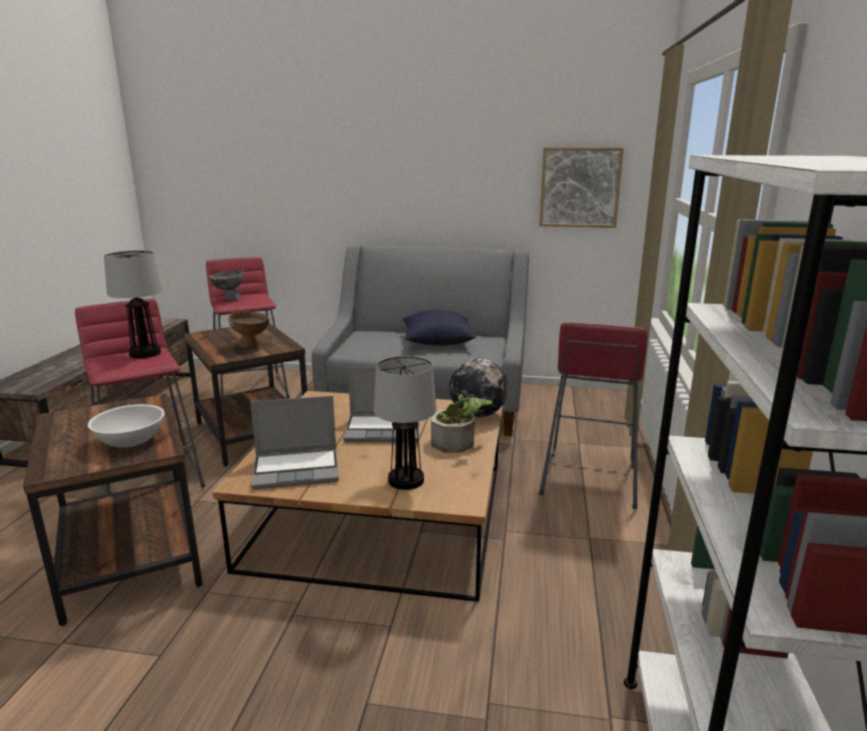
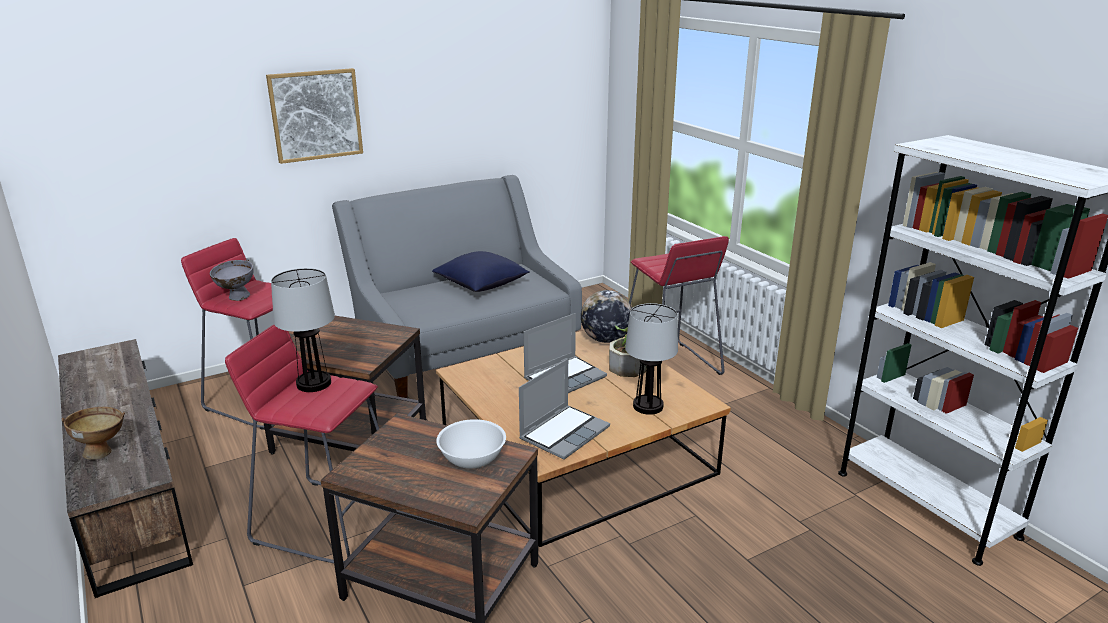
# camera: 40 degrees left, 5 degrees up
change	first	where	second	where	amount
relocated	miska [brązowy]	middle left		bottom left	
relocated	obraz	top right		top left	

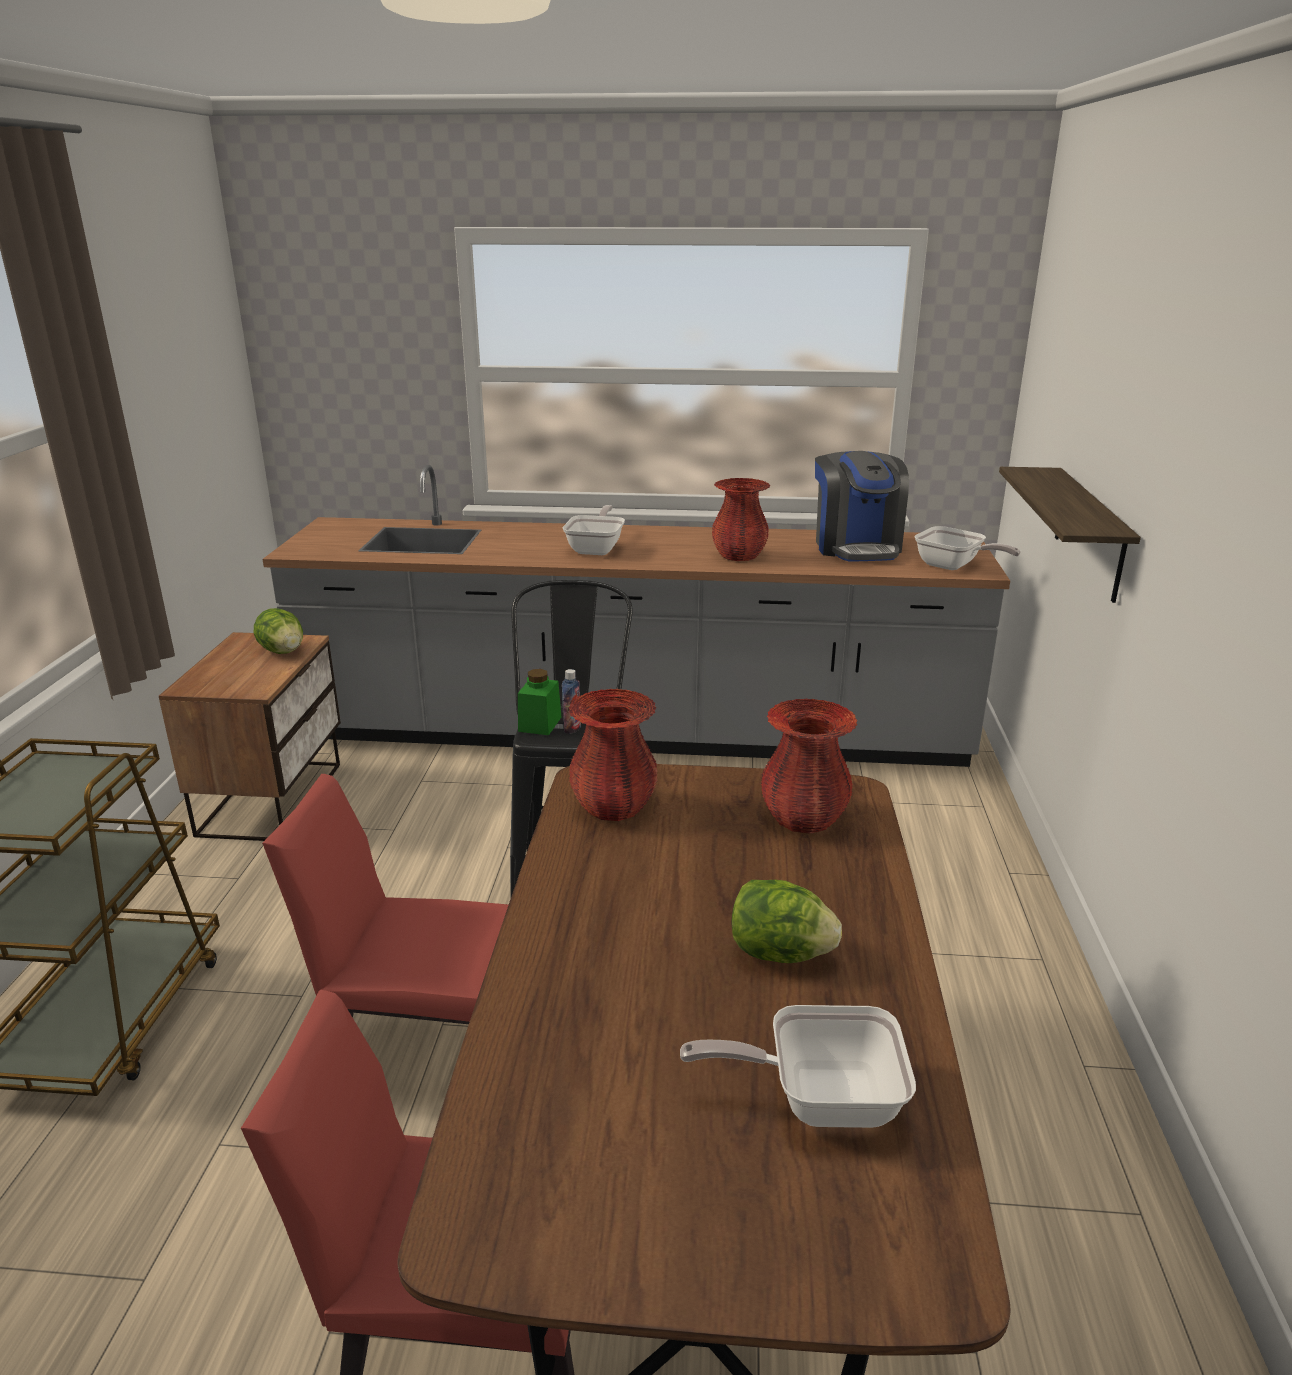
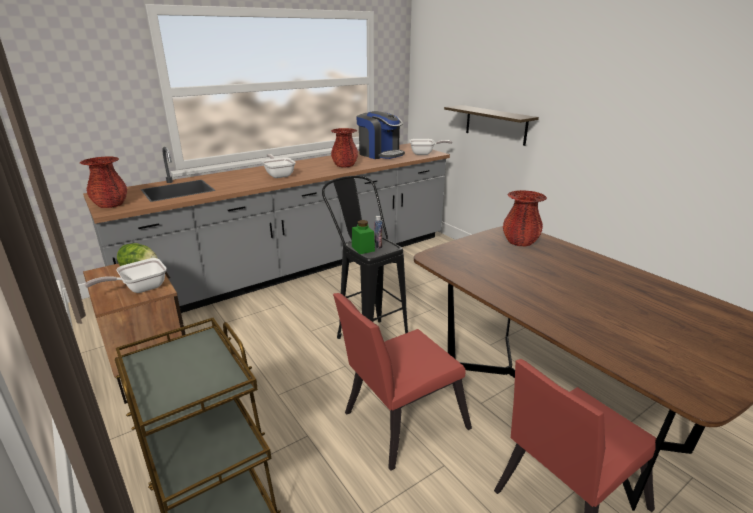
# camera: 40 degrees left, 0 degrees up
change	first	where	second	where	amount
missing	sałata (no. 2 from left)	bottom centre			
relocated	wazon [czerwony] (no. 1 from left)	centre		middle left	
relocated	patelnia (no. 2 from left in the first image)	bottom centre	patelnia (no. 1 from left)	middle left	

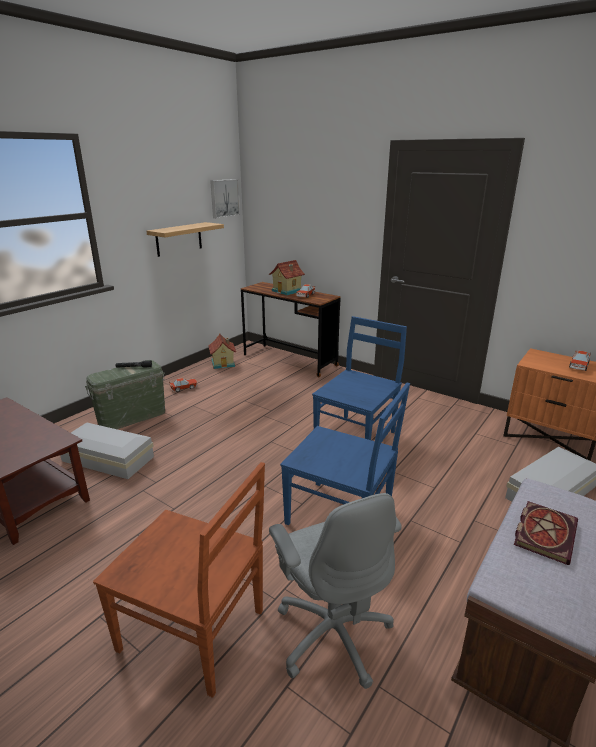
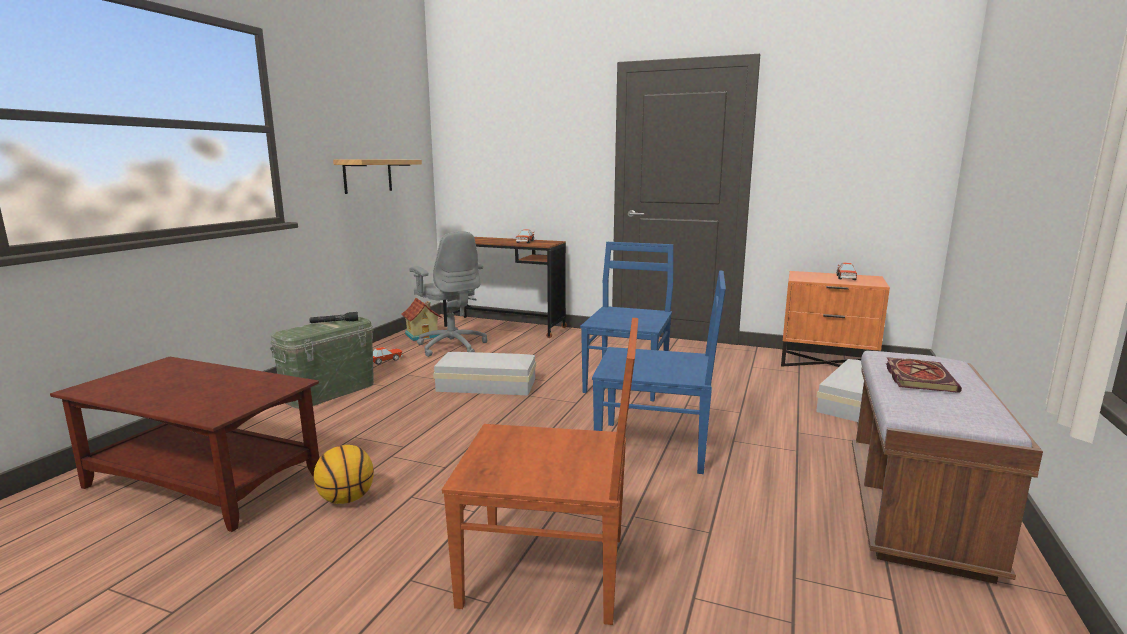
# camera: 15 degrees left, 10 degrees down
change	first	where	second	where	amount
missing	obraz	top centre			
missing	domek (no. 2 from left)	centre			
appeared			piłka do koszykówki	bottom left	
relocated	pojemnik do przechowywania [biały] (no. 1 from left)	middle left		centre	
relocated	krzesło biurowe [szary]	bottom centre		centre	

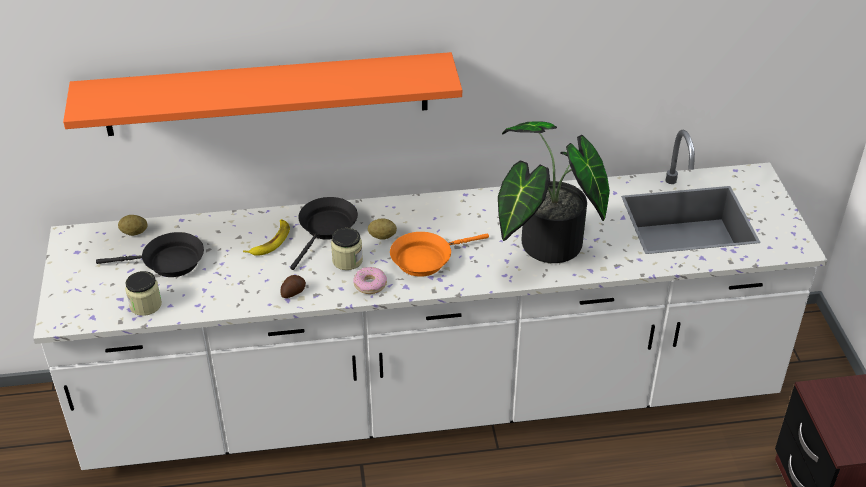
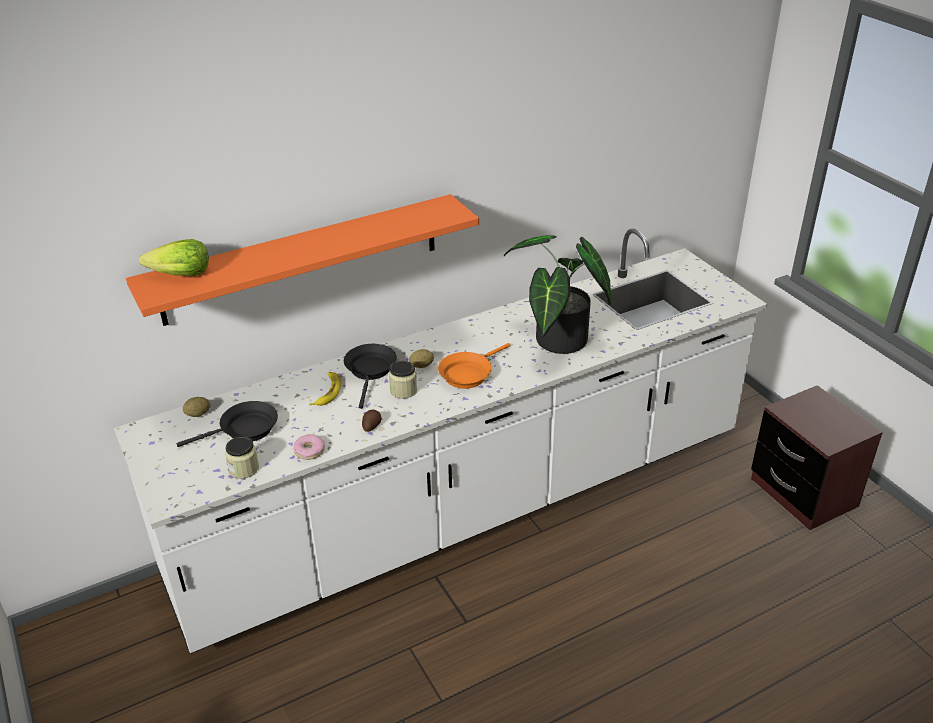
# camera: 20 degrees left, 5 degrees down
change	first	where	second	where	amount
appeared			sałata	middle left	
relocated	donut	centre		middle left	

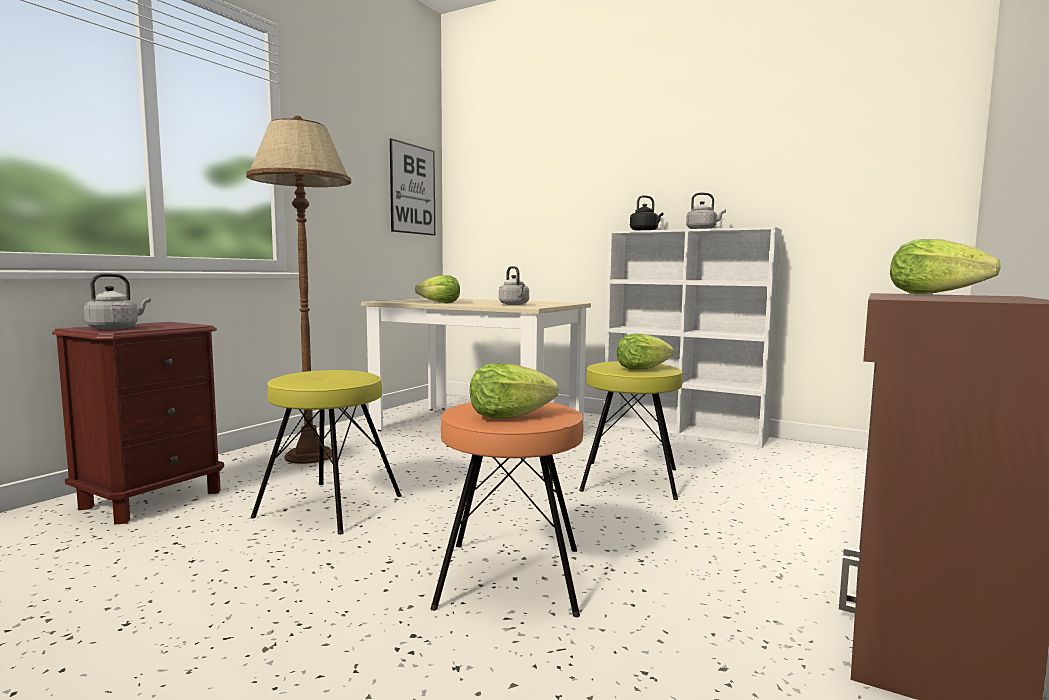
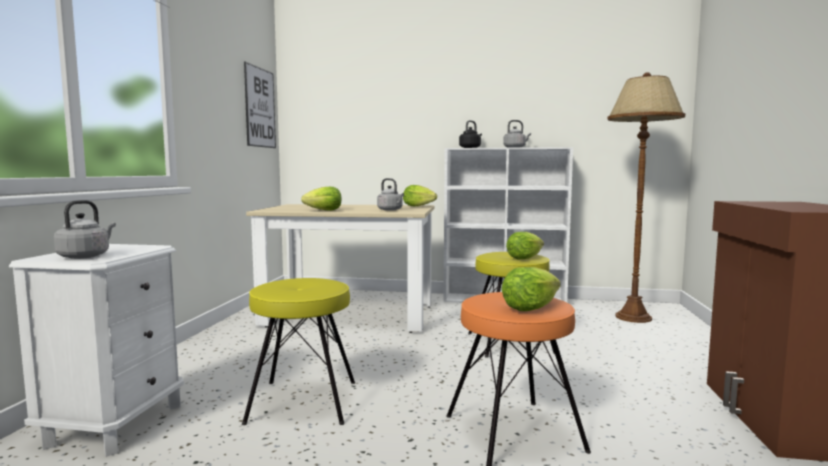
# camera: 20 degrees left, 0 degrees up
change	first	where	second	where	amount
relocated	lampa stojąca [brązowy]	middle left		middle right	
relocated	sałata (no. 4 from left in the first image)	middle right	sałata (no. 2 from left)	centre	
colour	szafka nocna [brązowy]	middle left	szafka nocna [biały]	bottom left	

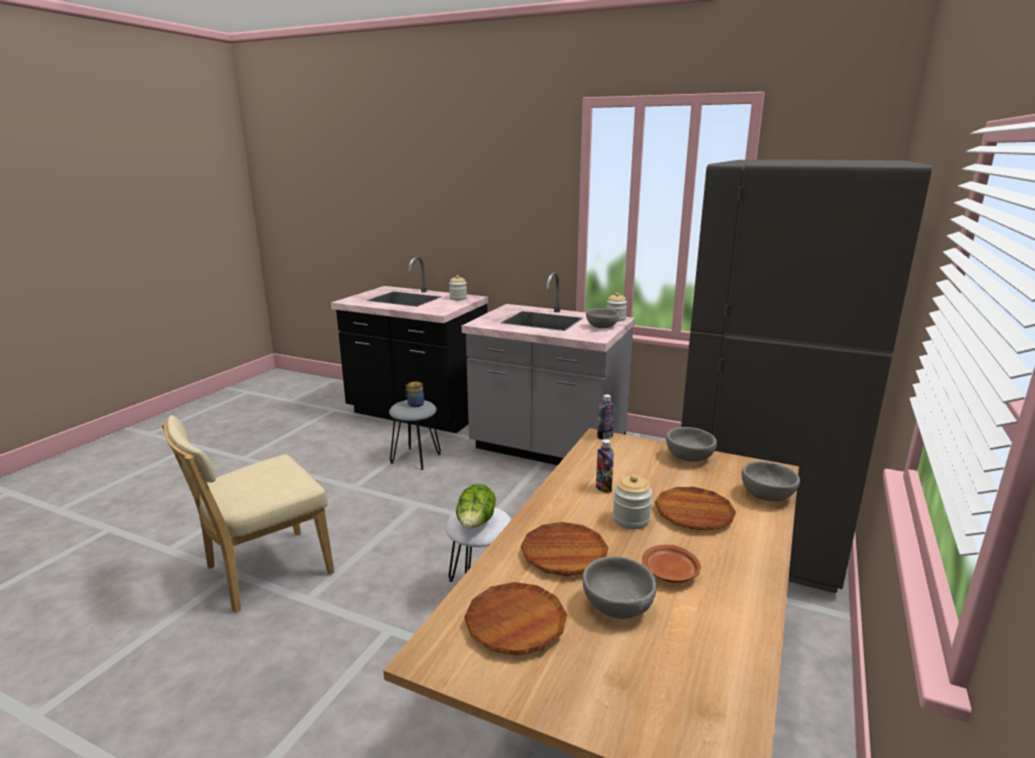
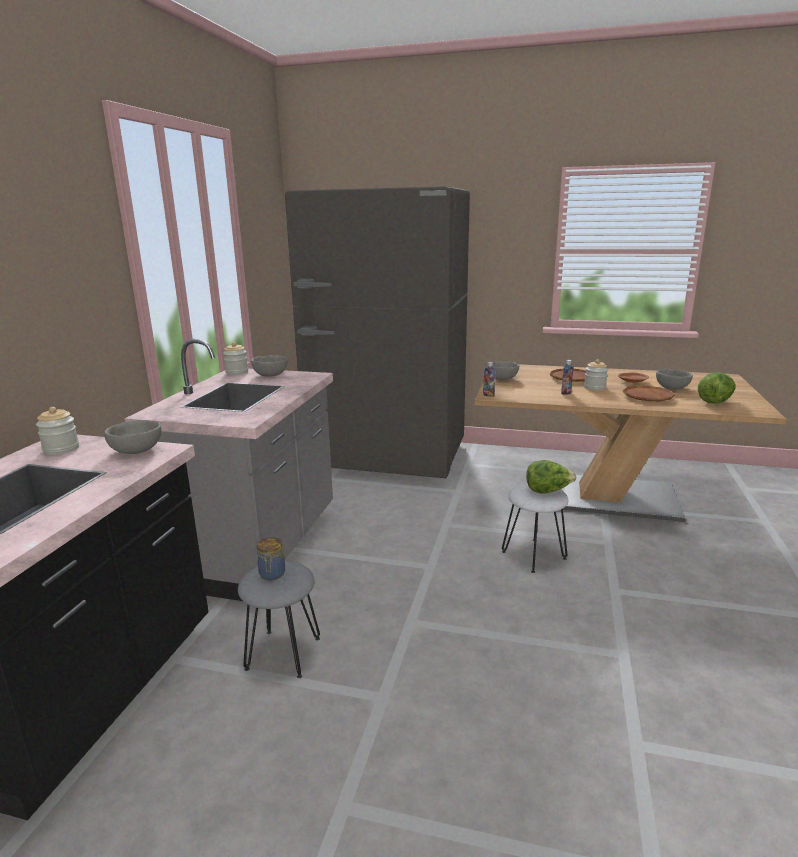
# camera: 100 degrees left, 0 degrees up
change	first	where	second	where	amount
missing	krzesło [beżowy]	bottom left			
relocated	miska [szary] (no. 4 from left in the first image)	middle right	miska [szary] (no. 1 from left)	middle left	
exchanged	talerz [brązowy] (no. 1 from left)	bottom centre	sałata (no. 2 from left)	middle right	

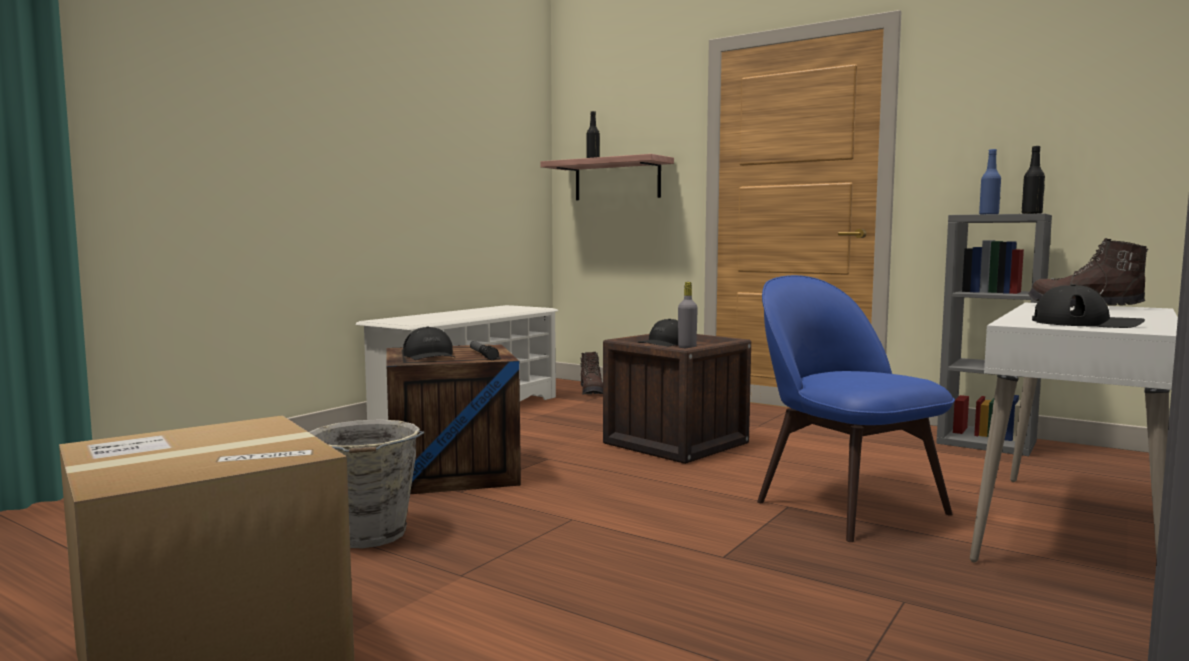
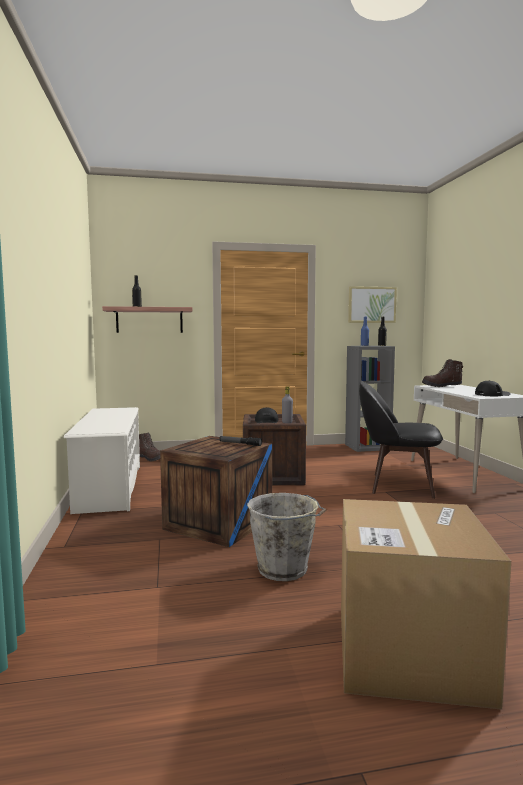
# camera: 45 degrees left, 0 degrees up
change	first	where	second	where	amount
missing	czapka z daszkiem [czarny] (no. 1 from left)	centre			
appeared			obraz	middle right	
colour	krzesło [niebieski]	middle right	krzesło [czarny]	middle right	

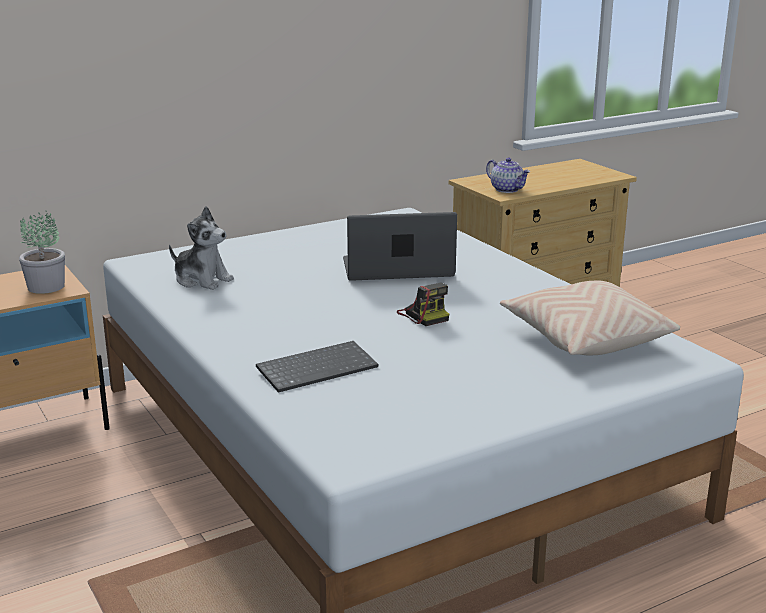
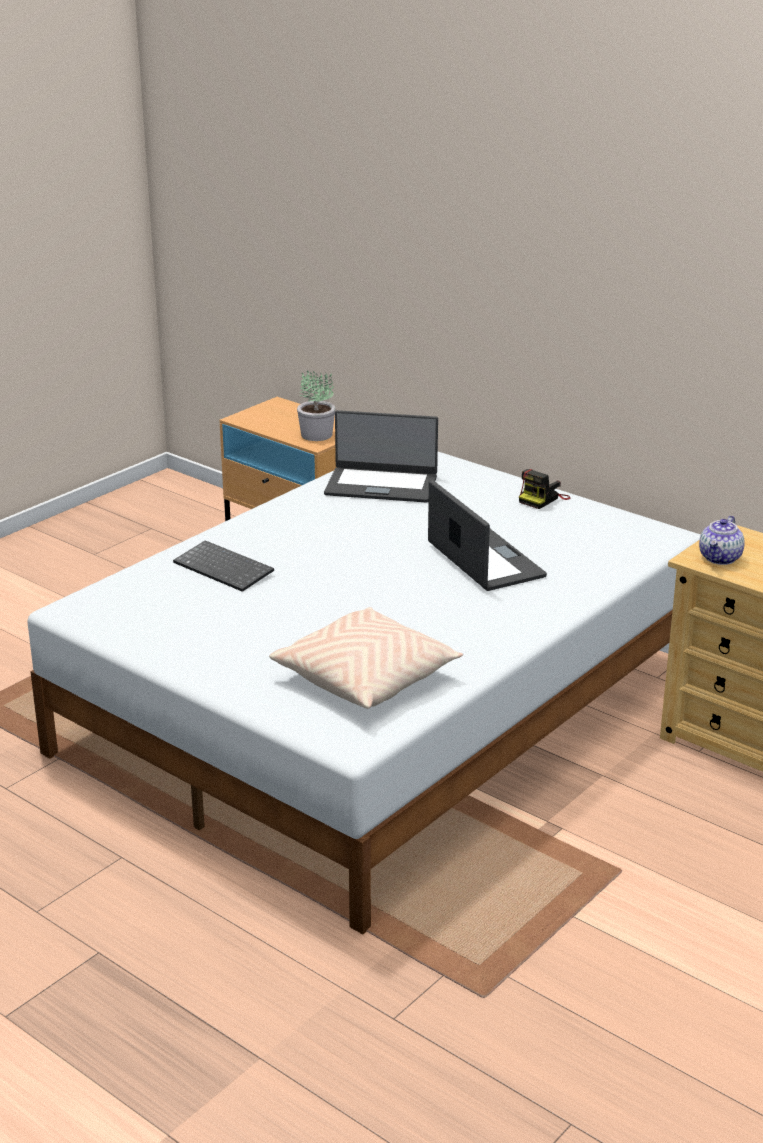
# camera: 70 degrees right, 5 degrees up
change	first	where	second	where	amount
relocated	aparat fotograficzny	centre		middle right	
exchanged	pluszak	middle left	laptop (no. 1 from left)	centre	

